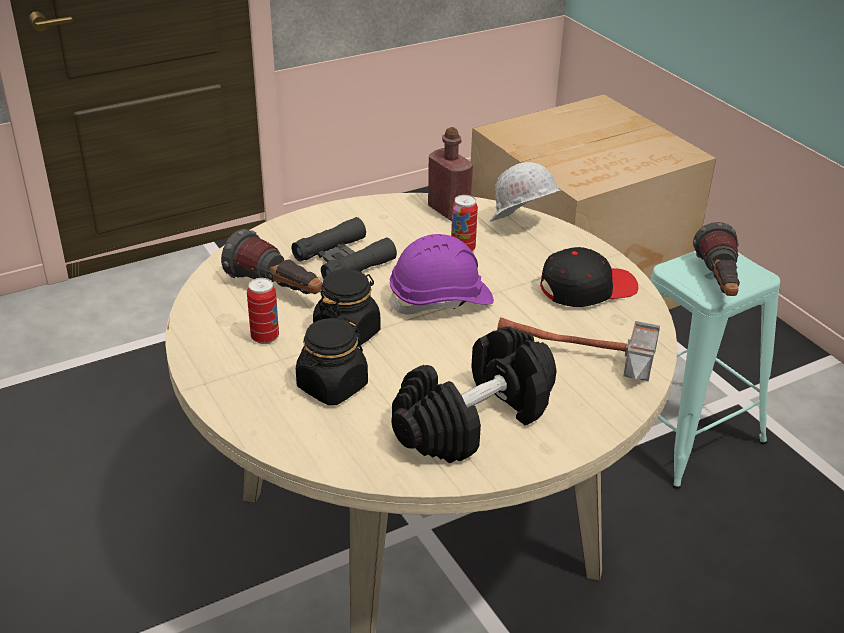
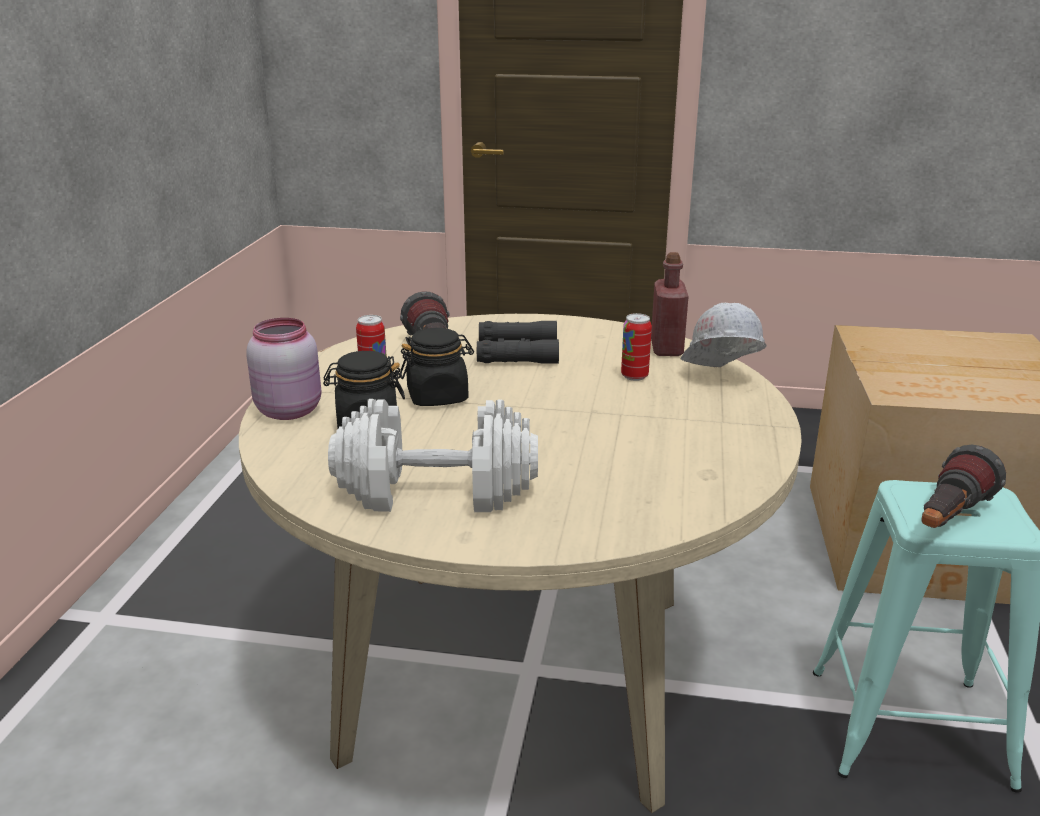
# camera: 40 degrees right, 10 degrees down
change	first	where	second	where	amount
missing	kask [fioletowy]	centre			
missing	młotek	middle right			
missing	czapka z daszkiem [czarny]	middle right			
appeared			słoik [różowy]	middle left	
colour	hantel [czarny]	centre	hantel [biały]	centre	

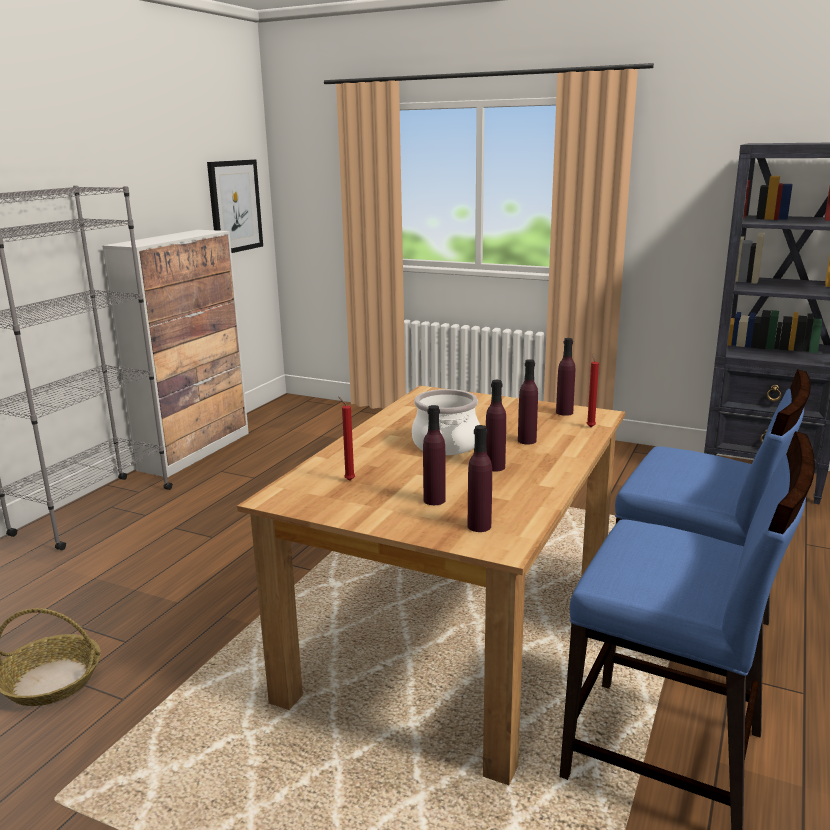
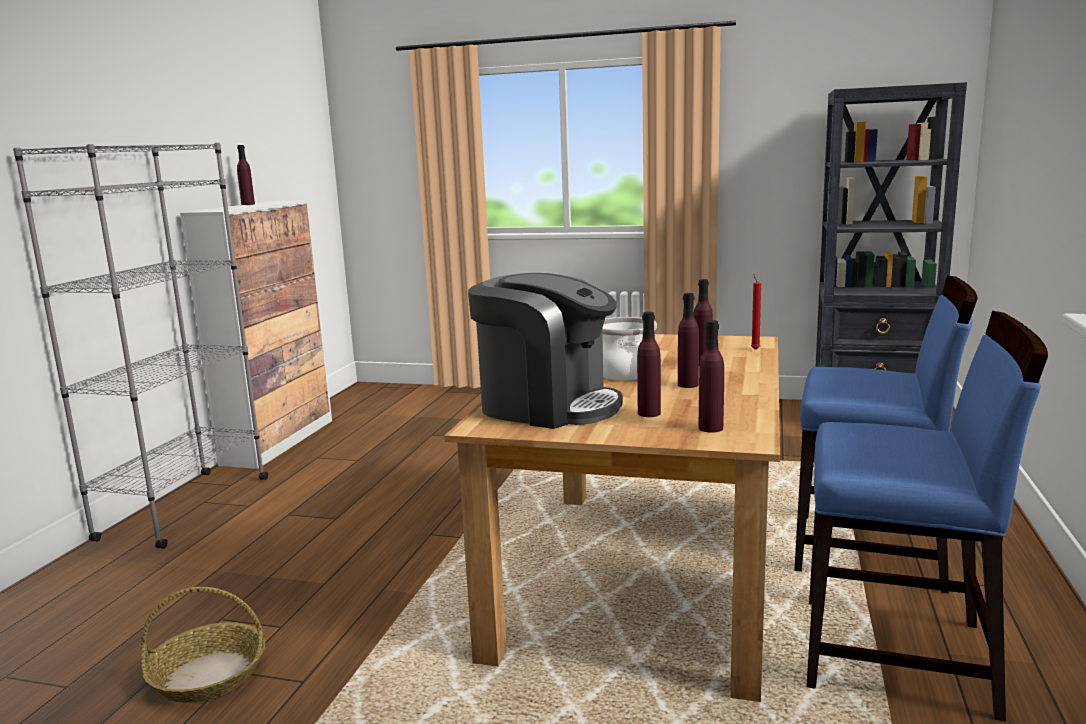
# camera: 10 degrees left, 5 degrees down
change	first	where	second	where	amount
missing	obraz	top left			
relocated	butelka [fioletowy] (no. 5 from left in the first image)	middle right	butelka [fioletowy] (no. 1 from left)	top left	
exchanged	świeca [czerwony] (no. 1 from left)	centre	ekspres do kawy	centre	

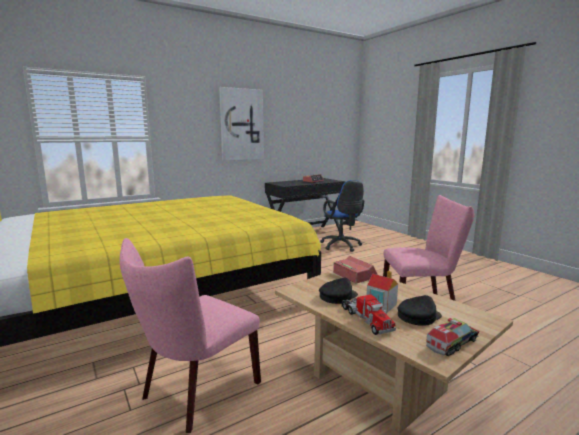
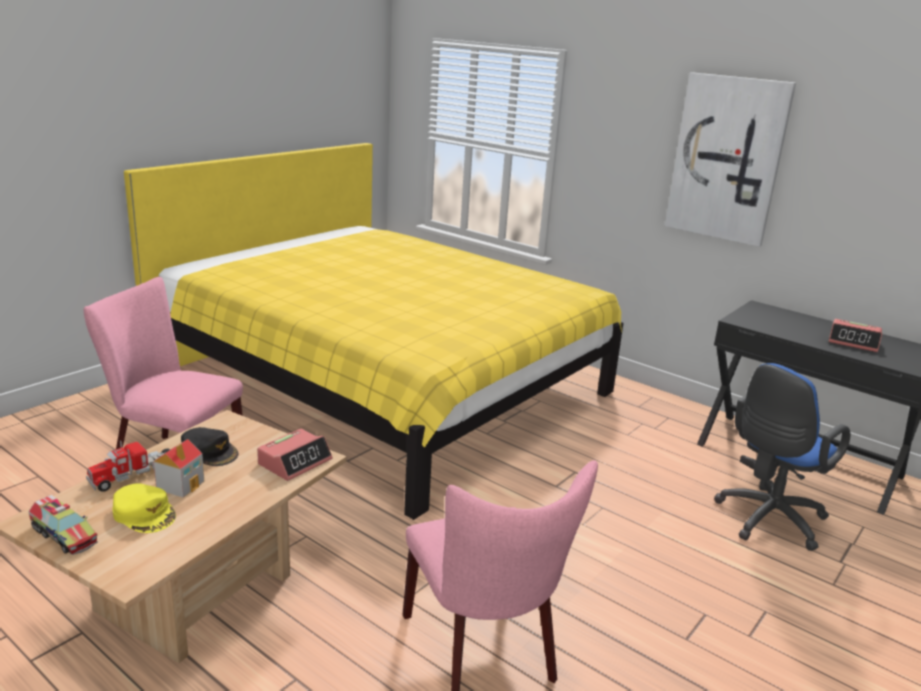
# camera: 70 degrees right, 10 degrees up
change	first	where	second	where	amount
colour	czapka z daszkiem [czarny] (no. 2 from left)	bottom right	czapka z daszkiem [żółty]	bottom left	

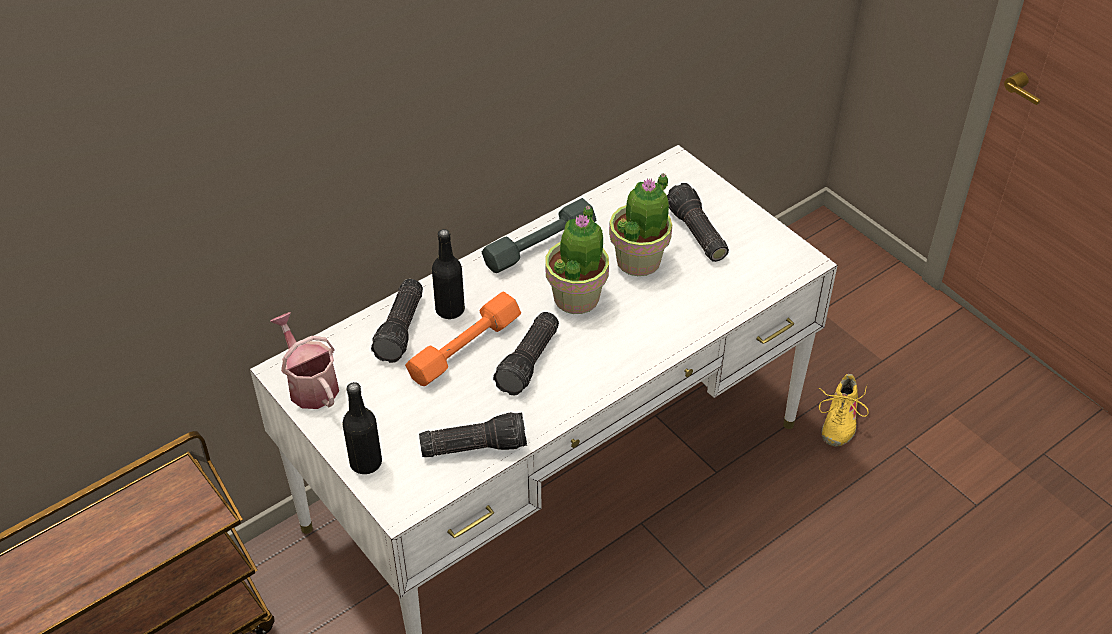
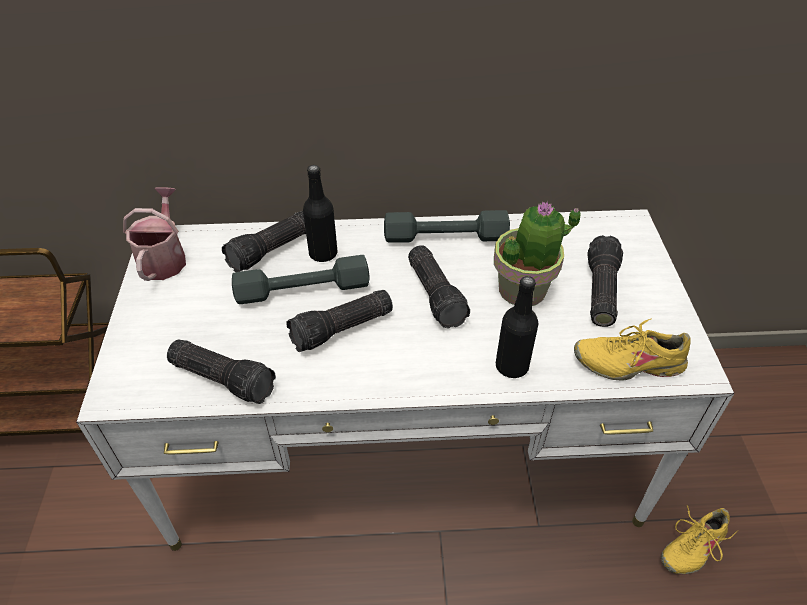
# camera: 35 degrees right, 0 degrees up
change	first	where	second	where	amount
appeared			but [żółty] (no. 1 from left)	middle right	
relocated	butelka [czarny] (no. 1 from left in the first image)	bottom left	butelka [czarny] (no. 2 from left)	centre	
exchanged	roślina doniczkowa (no. 1 from left)	centre	latarka (no. 4 from left)	centre	
colour	hantel [pomarańczowy]	centre	hantel [szary] (no. 1 from left)	centre	

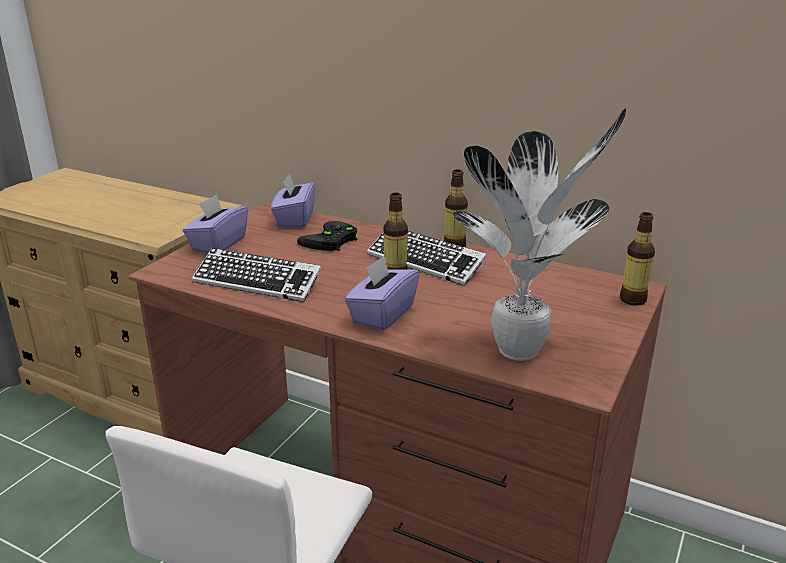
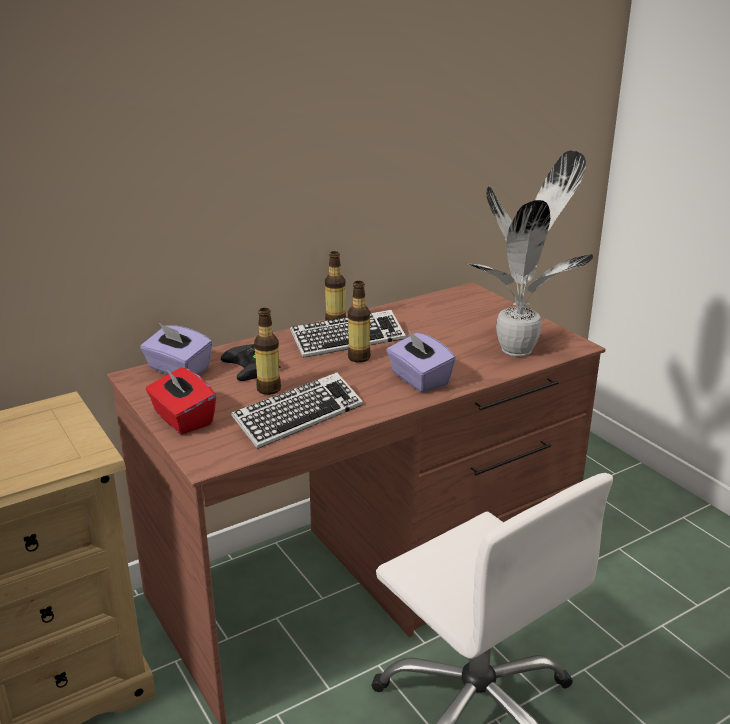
# camera: 60 degrees left, 0 degrees up
change	first	where	second	where	amount
relocated	butelka (no. 3 from left in the first image)	middle right	butelka (no. 1 from left)	centre	
colour	pudełko chusteczek [fioletowy] (no. 1 from left)	middle left	pudełko chusteczek [czerwony]	middle left	

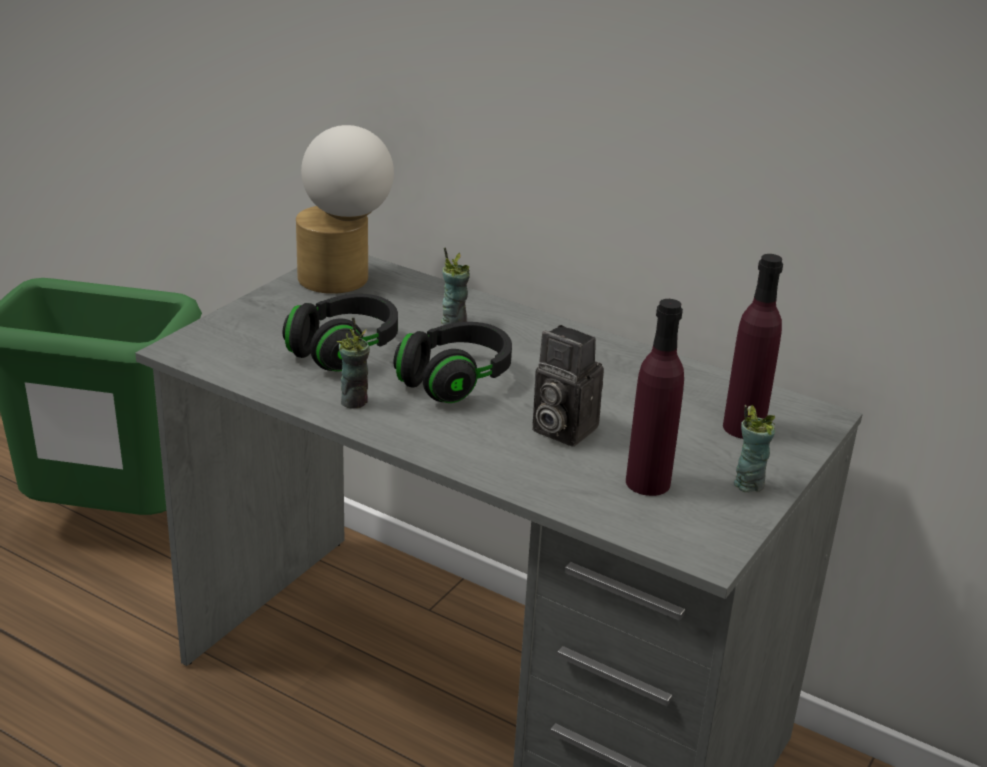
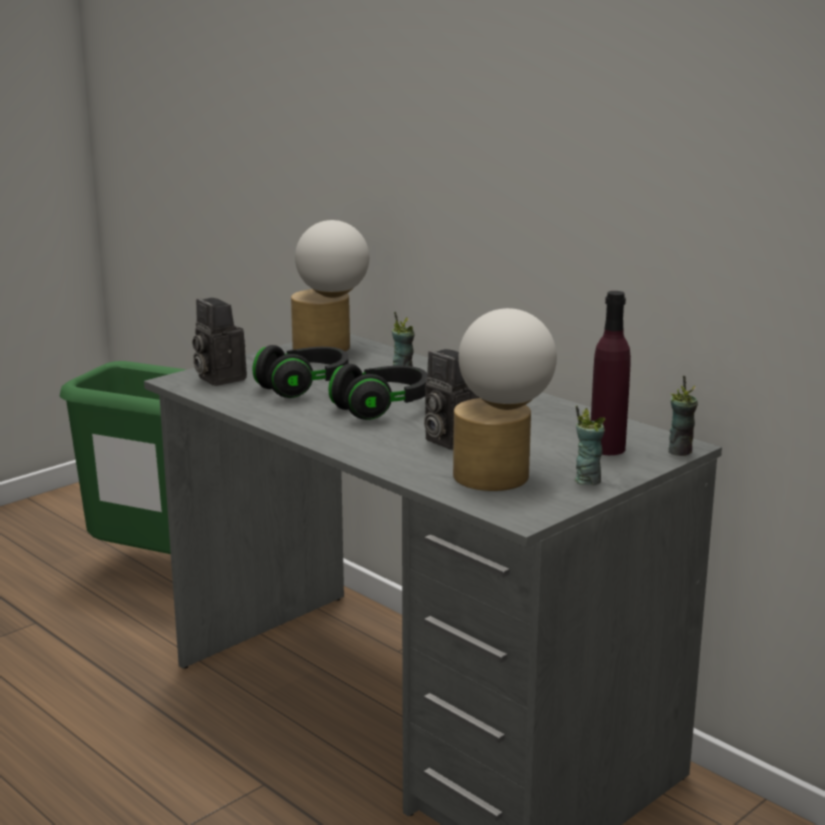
# camera: 15 degrees right, 10 degrees down
change	first	where	second	where	amount
appeared			aparat fotograficzny (no. 1 from left)	middle left	
relocated	filiżanka (no. 1 from left in the first image)	centre	filiżanka (no. 3 from left)	middle right	
exchanged	butelka [fioletowy] (no. 1 from left)	centre	lampa stołowa (no. 2 from left)	centre	

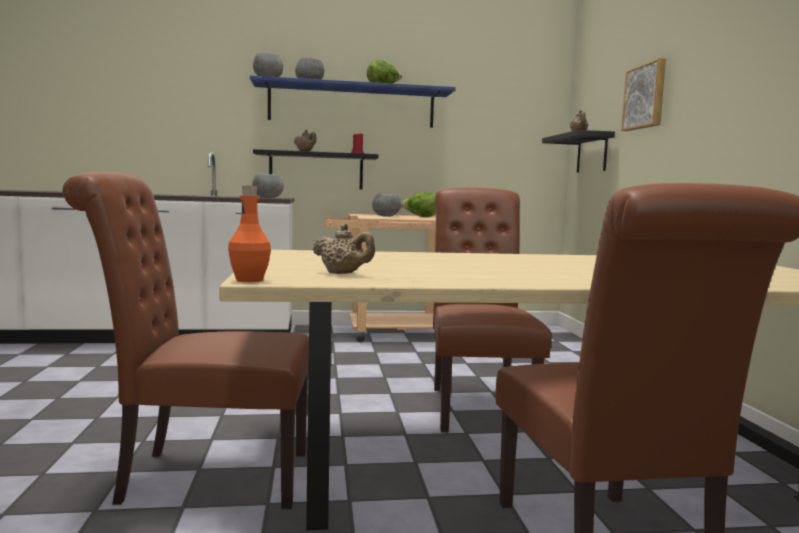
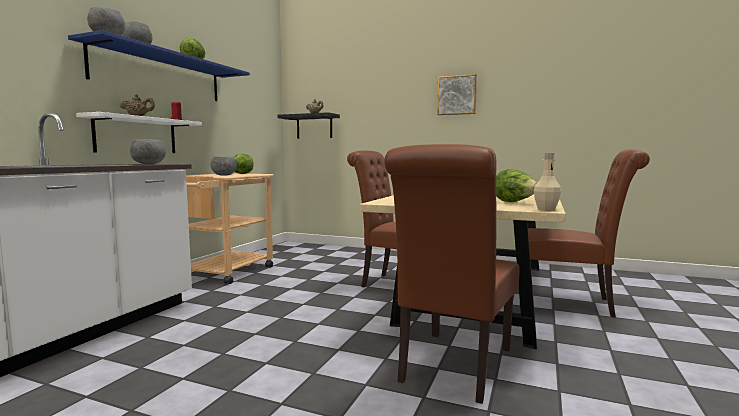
# camera: 60 degrees left, 0 degrees up
change	first	where	second	where	amount
relocated	obraz	top right		top centre	
exchanged	imbryk [beżowy] (no. 2 from left)	centre	sałata (no. 3 from left)	middle right	
colour	butelka [pomarańczowy]	middle left	butelka [beżowy]	middle right	
colour	półka [czarny] (no. 1 from left)	top centre	półka [biały]	top left	

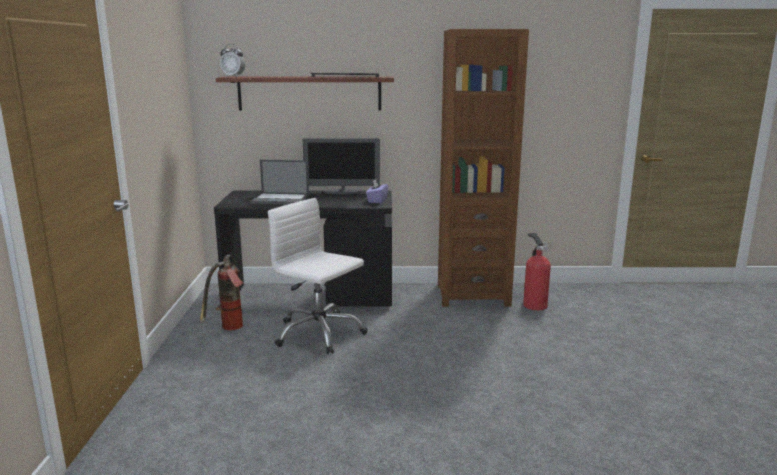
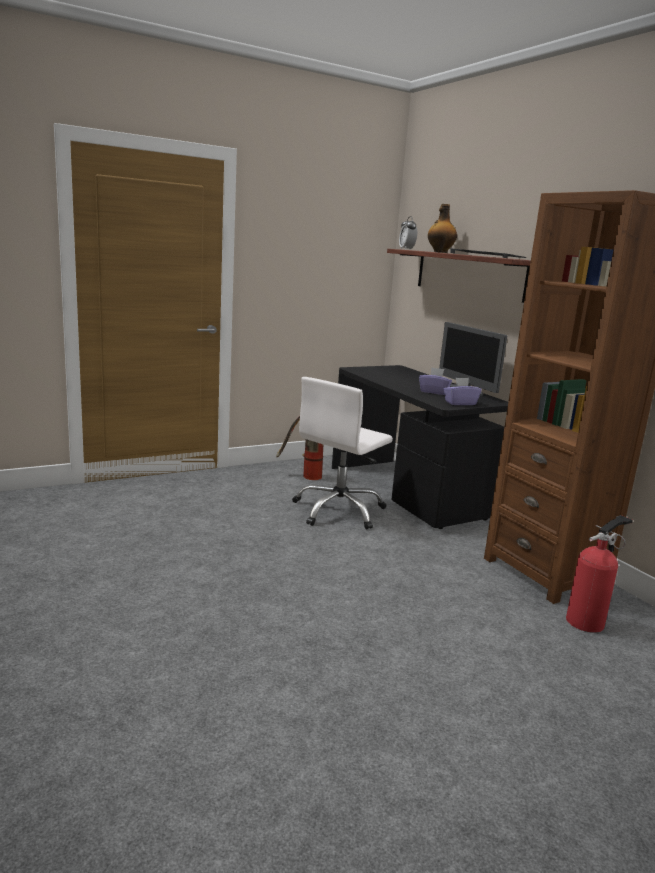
# camera: 60 degrees right, 0 degrees up
change	first	where	second	where	amount
missing	laptop	centre			
appeared			pudełko chusteczek [fioletowy] (no. 1 from left)	centre	
appeared			butelka	top right	
spun	krzesło biurowe [biały]	centre		centre	150 degrees counterclockwise

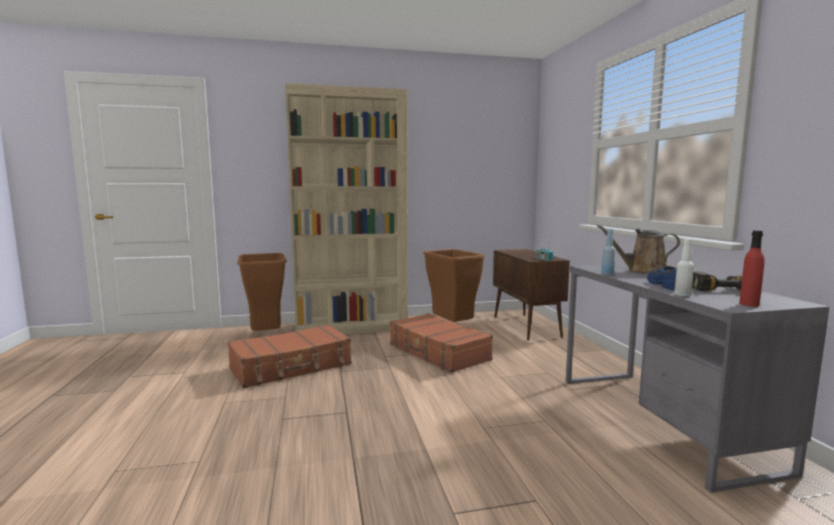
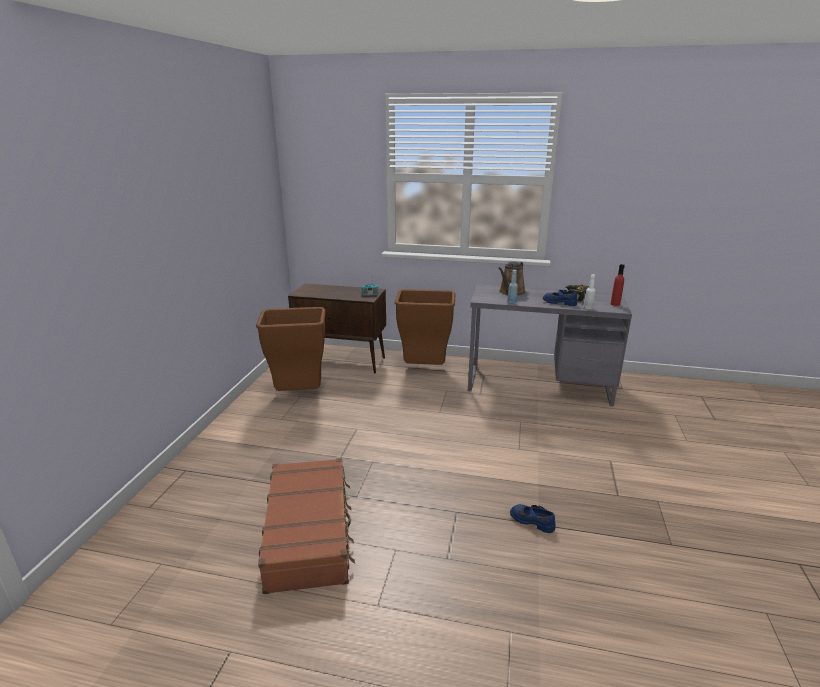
# camera: 65 degrees left, 15 degrees up
change	first	where	second	where	amount
missing	regał [beżowy]	centre			
missing	walizka [brązowy] (no. 2 from left)	centre			
appeared			but [niebieski] (no. 1 from left)	bottom centre	
relocated	kosz na śmieci [brązowy] (no. 1 from left in the first image)	middle left	kosz na śmieci [brązowy] (no. 2 from left)	centre	

